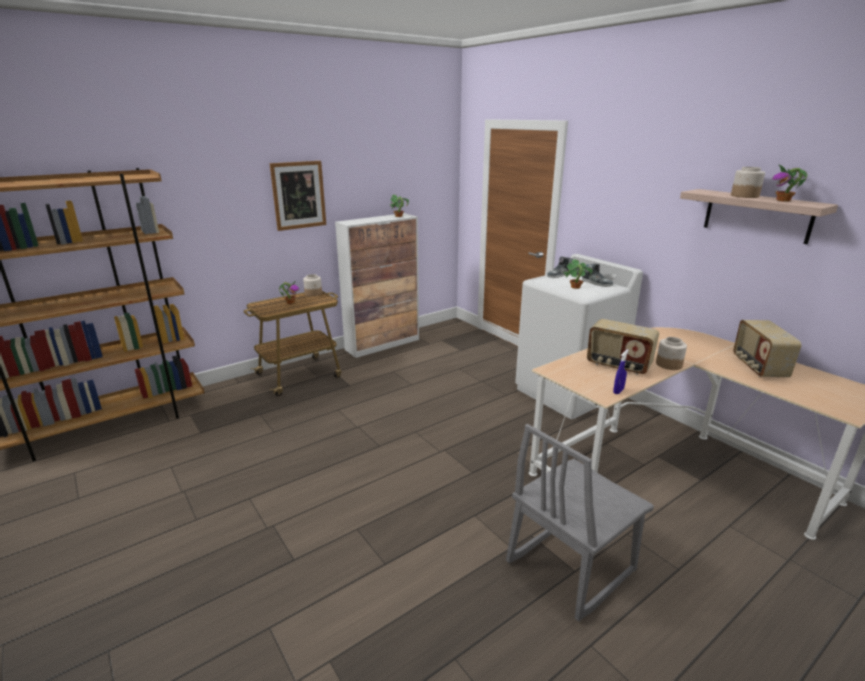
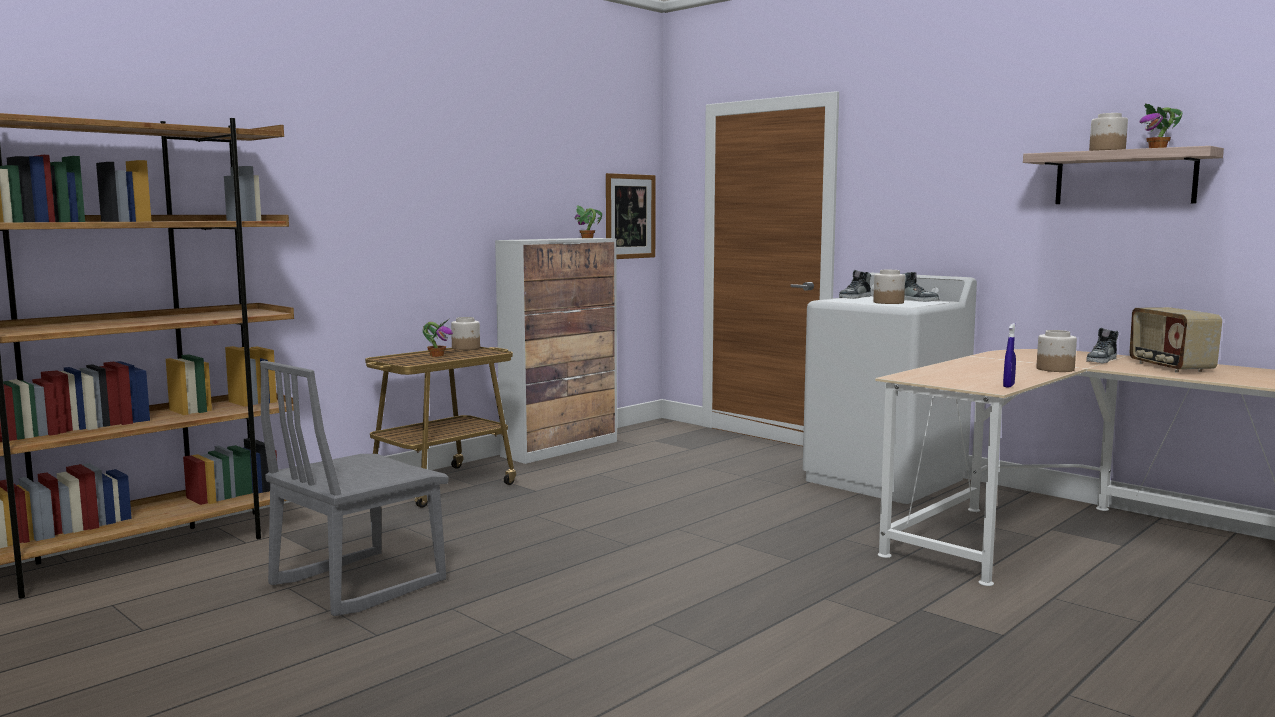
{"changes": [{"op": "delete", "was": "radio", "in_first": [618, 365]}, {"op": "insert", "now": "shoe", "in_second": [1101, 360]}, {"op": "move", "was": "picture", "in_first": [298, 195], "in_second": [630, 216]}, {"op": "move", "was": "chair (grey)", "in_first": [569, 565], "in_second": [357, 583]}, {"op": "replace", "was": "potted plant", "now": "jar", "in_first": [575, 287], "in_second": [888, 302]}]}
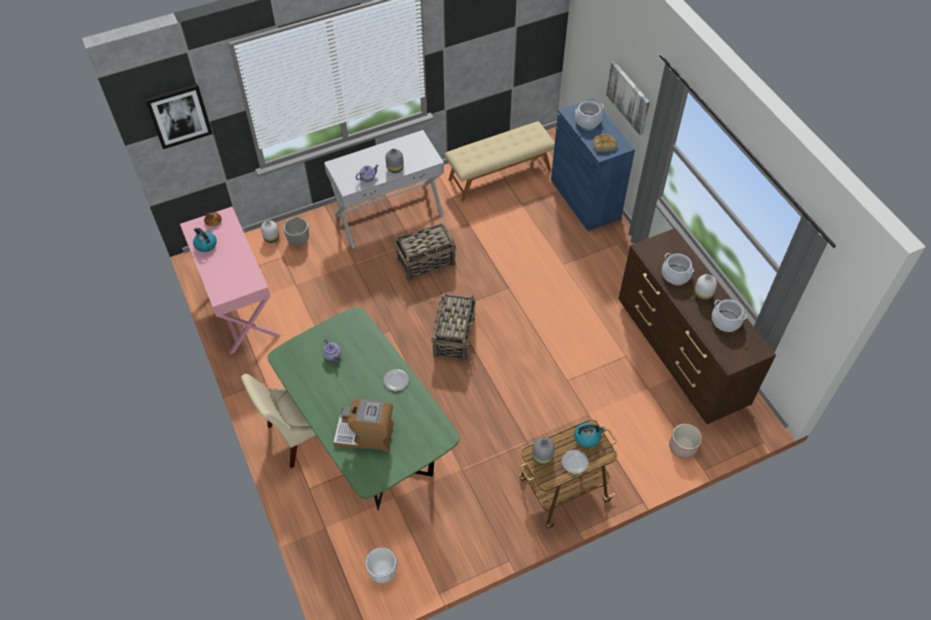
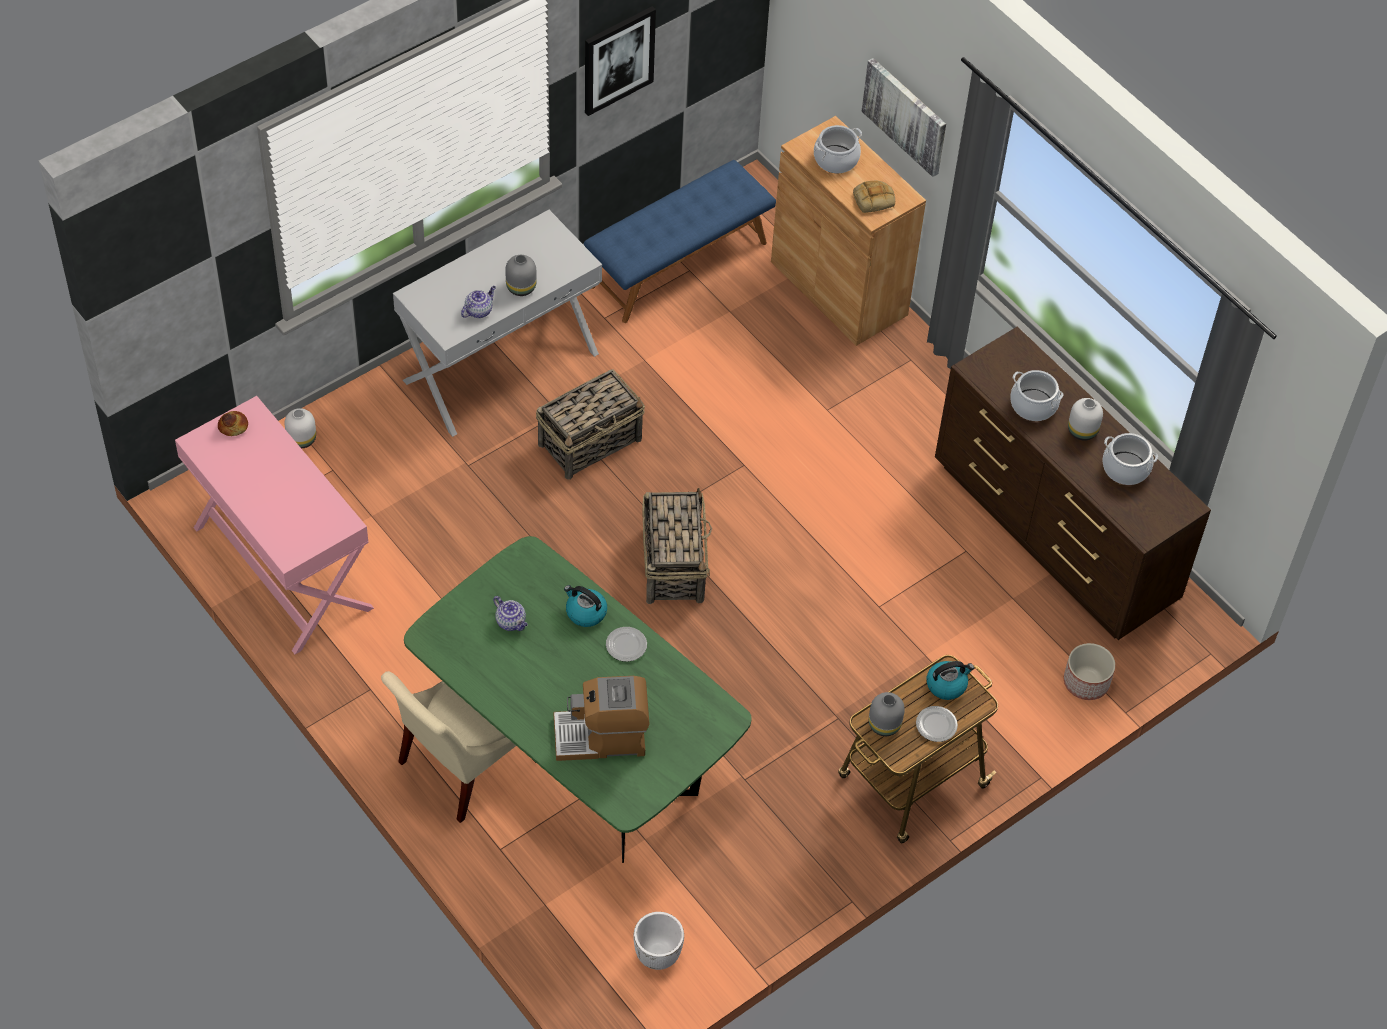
{"changes": [{"op": "delete", "was": "planter (grey)", "in_first": [298, 241]}, {"op": "move", "was": "picture", "in_first": [179, 116], "in_second": [618, 59]}, {"op": "move", "was": "kettle", "in_first": [205, 244], "in_second": [585, 612]}, {"op": "recolor", "was": "bench (beige)", "now": "bench (blue)", "in_first": [499, 174], "in_second": [678, 263]}, {"op": "recolor", "was": "cabinet (blue)", "now": "cabinet (brown)", "in_first": [585, 199], "in_second": [839, 288]}]}
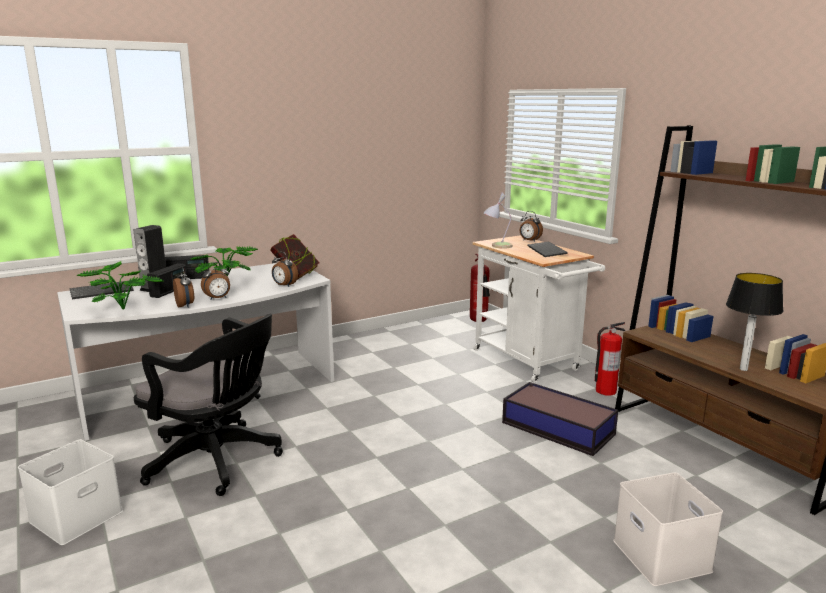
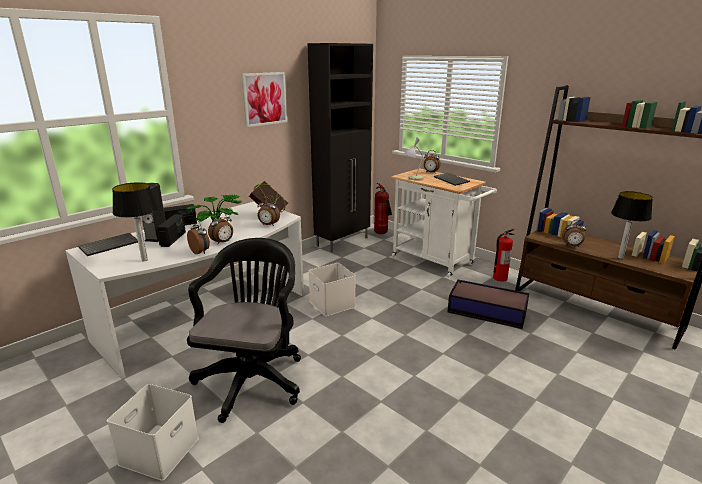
{"changes": [{"op": "insert", "now": "picture", "in_second": [264, 99]}, {"op": "insert", "now": "cabinet (black)", "in_second": [343, 242]}, {"op": "insert", "now": "alarm clock", "in_second": [572, 246]}, {"op": "move", "was": "storage box (white)", "in_first": [663, 556], "in_second": [333, 304]}, {"op": "replace", "was": "potted plant", "now": "table lamp", "in_first": [123, 308], "in_second": [145, 260]}, {"op": "rotate", "was": "office chair (black)", "in_first": [218, 461], "in_second": [253, 378], "clockwise": -90}]}
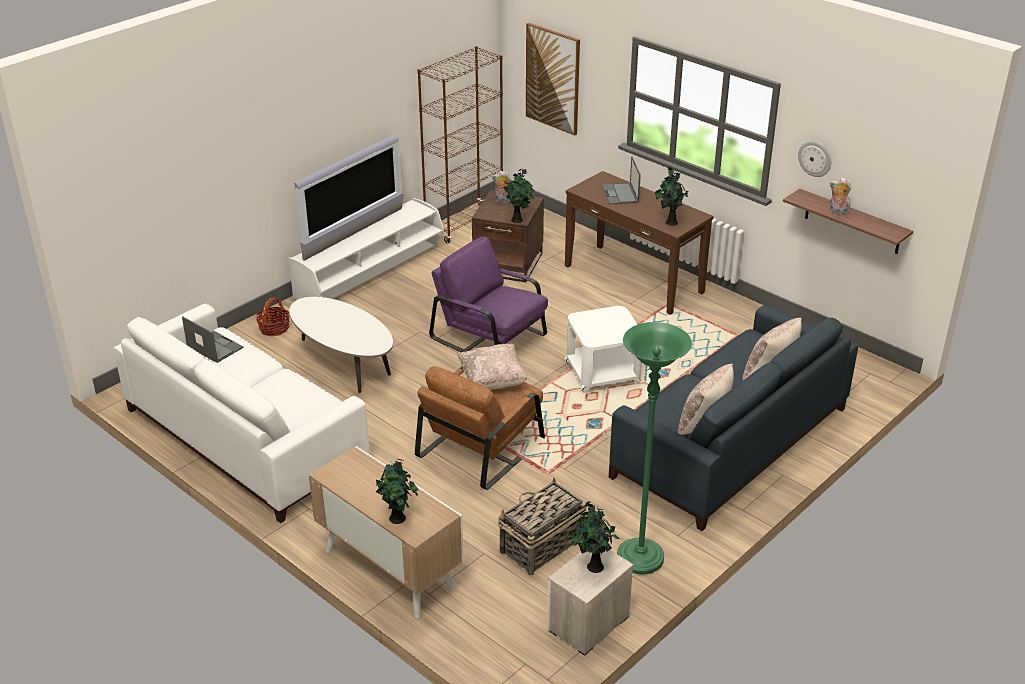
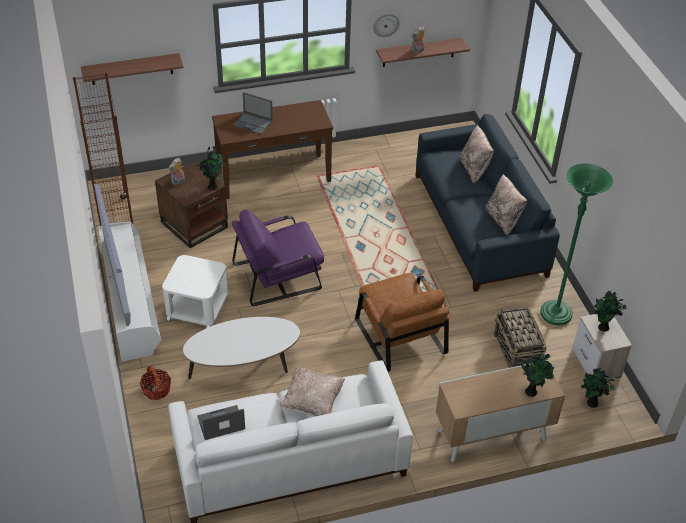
{"changes": [{"op": "move", "was": "pillow (beige)", "in_first": [492, 381], "in_second": [312, 401]}, {"op": "move", "was": "side table (white)", "in_first": [603, 372], "in_second": [197, 308]}, {"op": "move", "was": "potted plant", "in_first": [670, 222], "in_second": [591, 403]}, {"op": "replace", "was": "picture", "now": "shelf", "in_first": [553, 78], "in_second": [131, 69]}]}
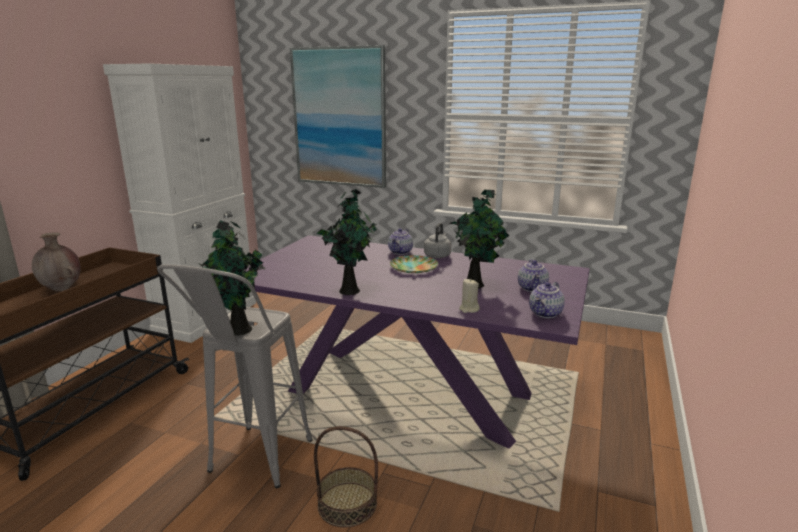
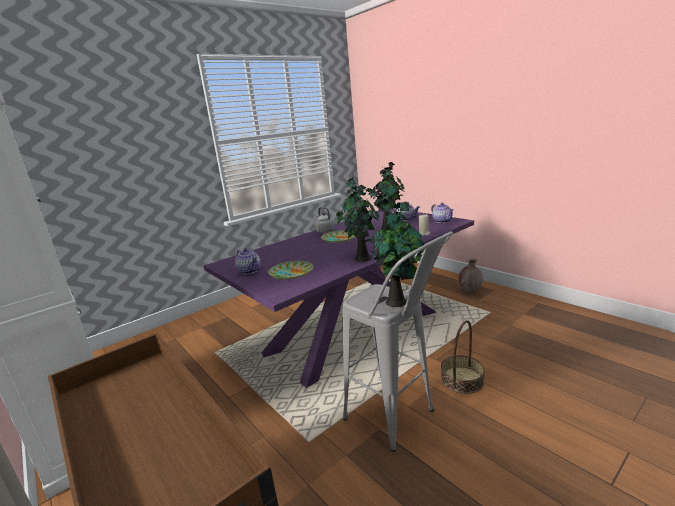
{"changes": [{"op": "delete", "was": "picture", "in_first": [339, 118]}, {"op": "insert", "now": "plate", "in_second": [291, 273]}, {"op": "move", "was": "vase (brown)", "in_first": [62, 289], "in_second": [470, 290]}, {"op": "move", "was": "teapot", "in_first": [401, 252], "in_second": [250, 271]}]}
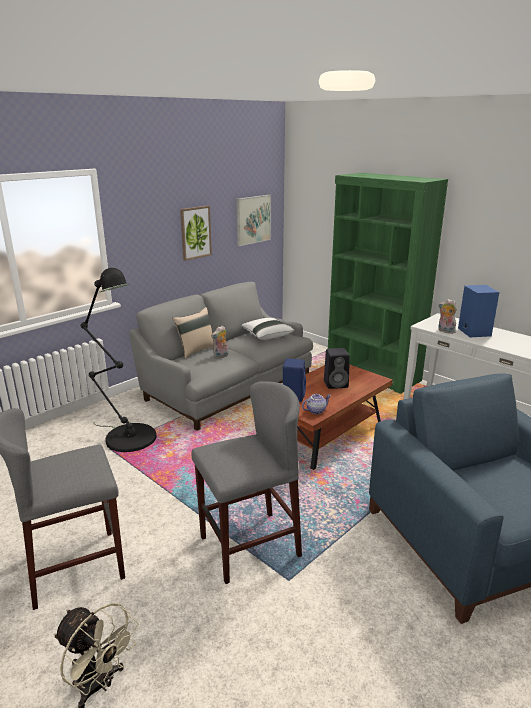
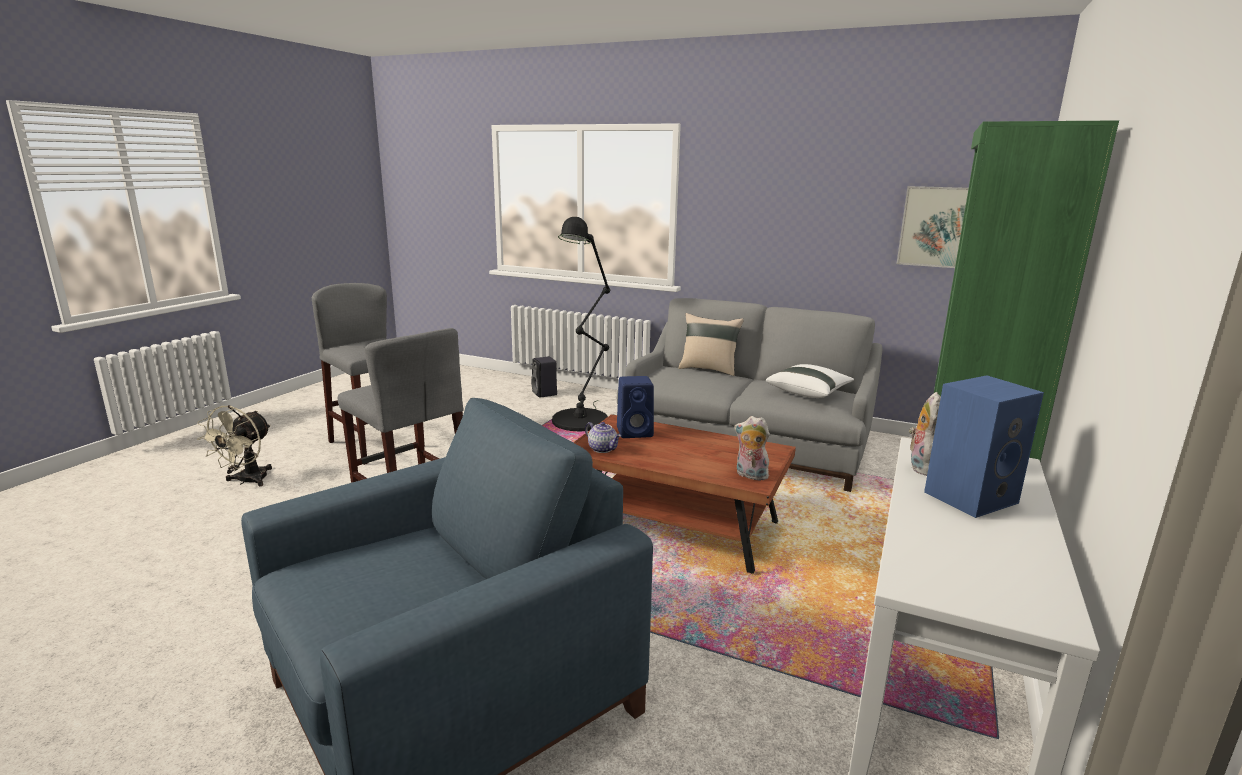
{"changes": [{"op": "delete", "was": "picture", "in_first": [195, 232]}, {"op": "move", "was": "plush toy", "in_first": [221, 356], "in_second": [750, 475]}, {"op": "move", "was": "speaker (black)", "in_first": [336, 384], "in_second": [545, 393]}]}
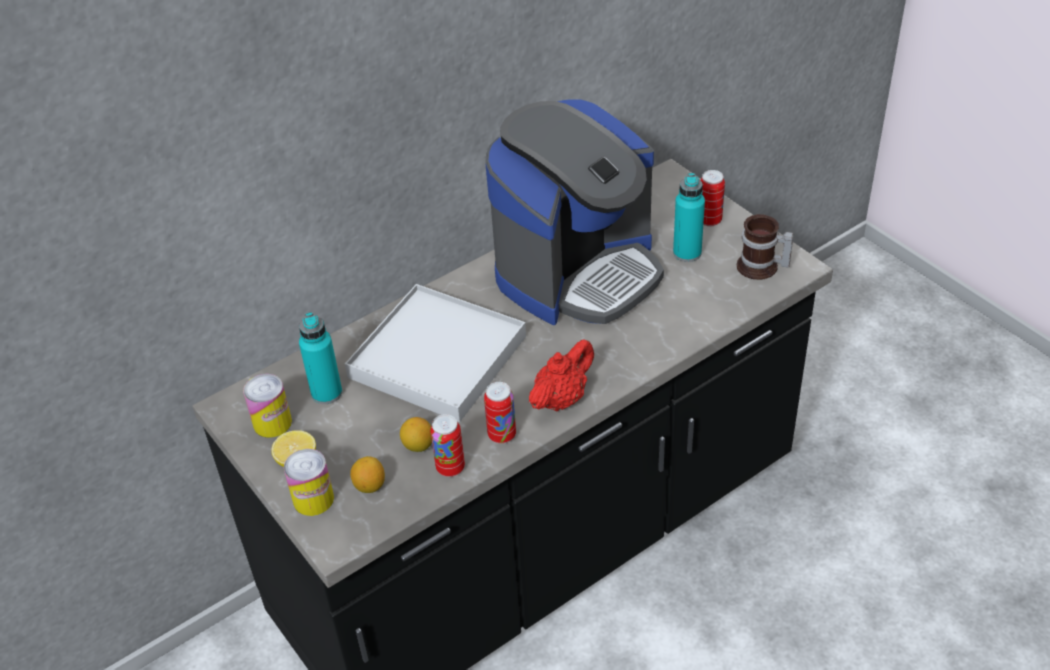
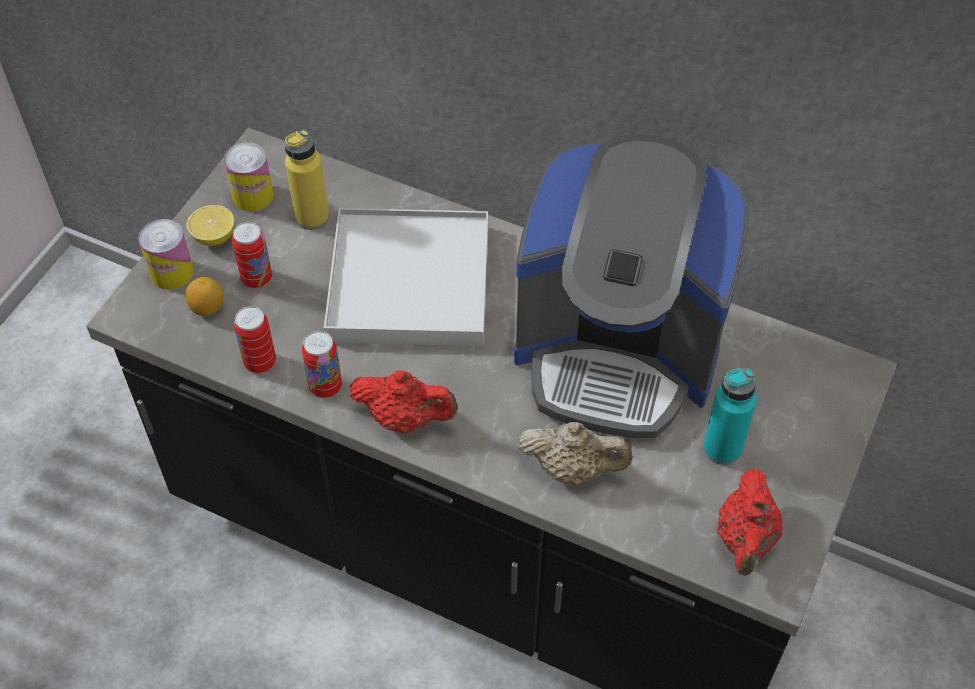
{"changes": [{"op": "delete", "was": "lemon", "in_first": [418, 446]}, {"op": "insert", "now": "teapot (beige)", "in_second": [573, 469]}, {"op": "move", "was": "can", "in_first": [709, 220], "in_second": [257, 278]}, {"op": "replace", "was": "mug", "now": "teapot (red)", "in_first": [761, 268], "in_second": [745, 540]}, {"op": "recolor", "was": "bottle (turquoise)", "now": "bottle (yellow)", "in_first": [326, 393], "in_second": [312, 217]}]}
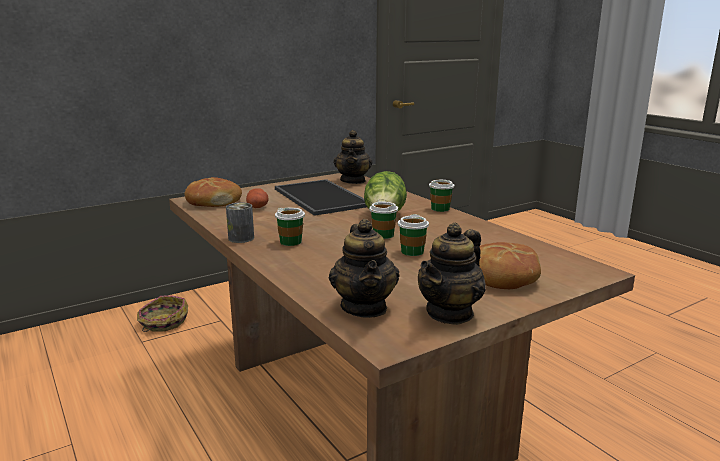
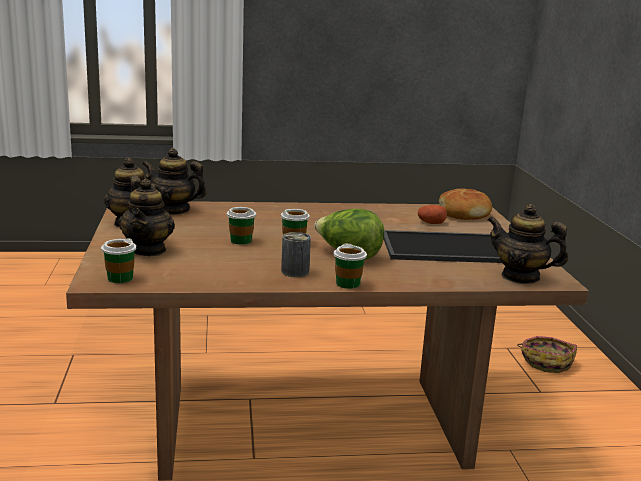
{"changes": [{"op": "move", "was": "can", "in_first": [241, 238], "in_second": [295, 271]}, {"op": "move", "was": "cup", "in_first": [291, 242], "in_second": [120, 278]}, {"op": "replace", "was": "bread", "now": "teapot", "in_first": [502, 277], "in_second": [148, 250]}]}
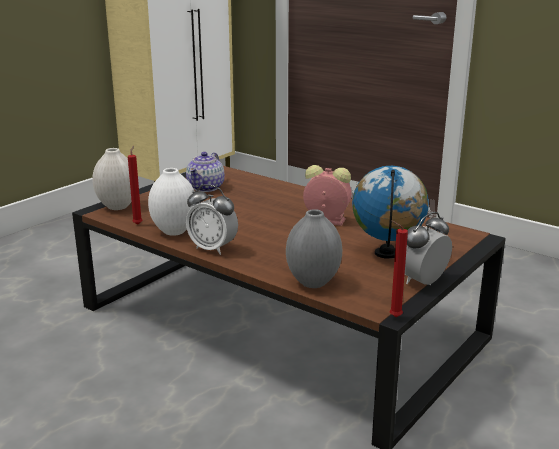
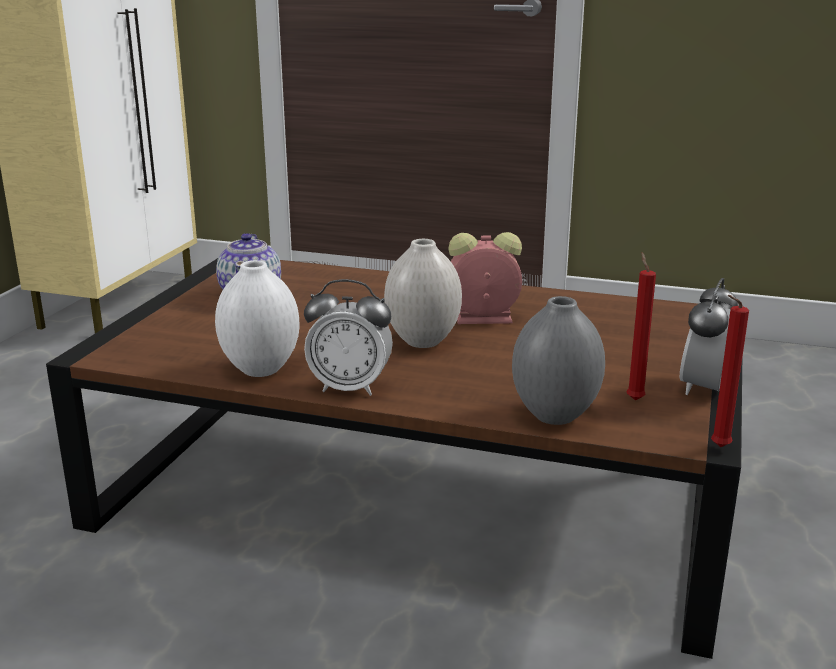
{"changes": [{"op": "delete", "was": "globe", "in_first": [387, 254]}, {"op": "move", "was": "vase (white)", "in_first": [118, 207], "in_second": [424, 342]}, {"op": "move", "was": "candle (red)", "in_first": [138, 224], "in_second": [634, 399]}]}
